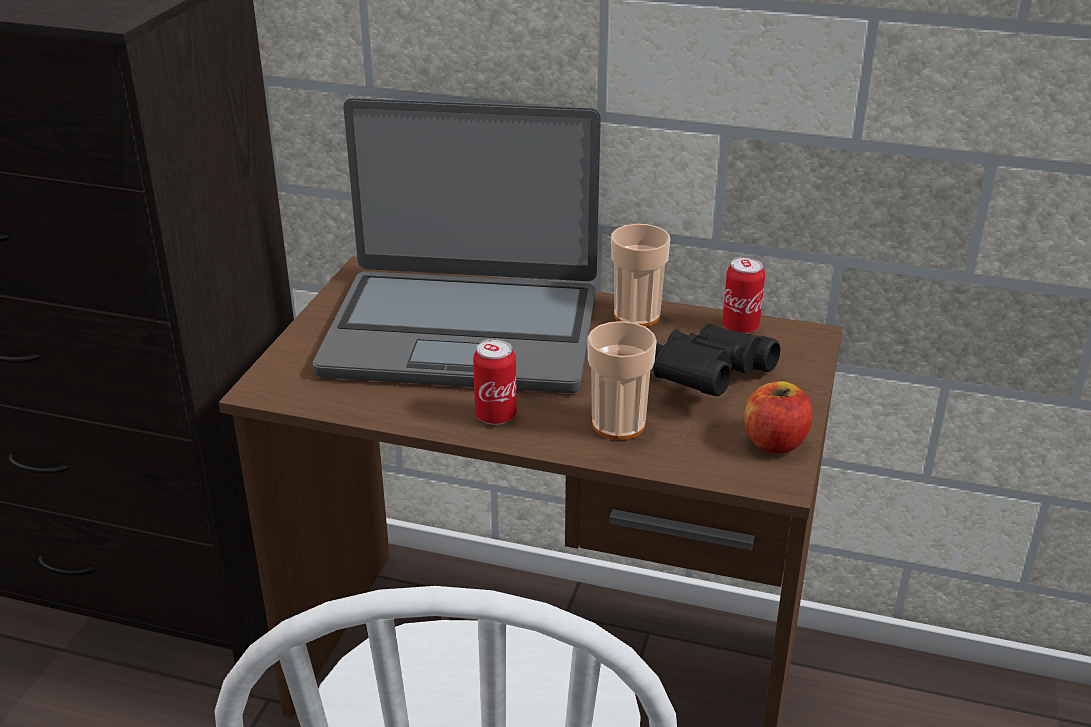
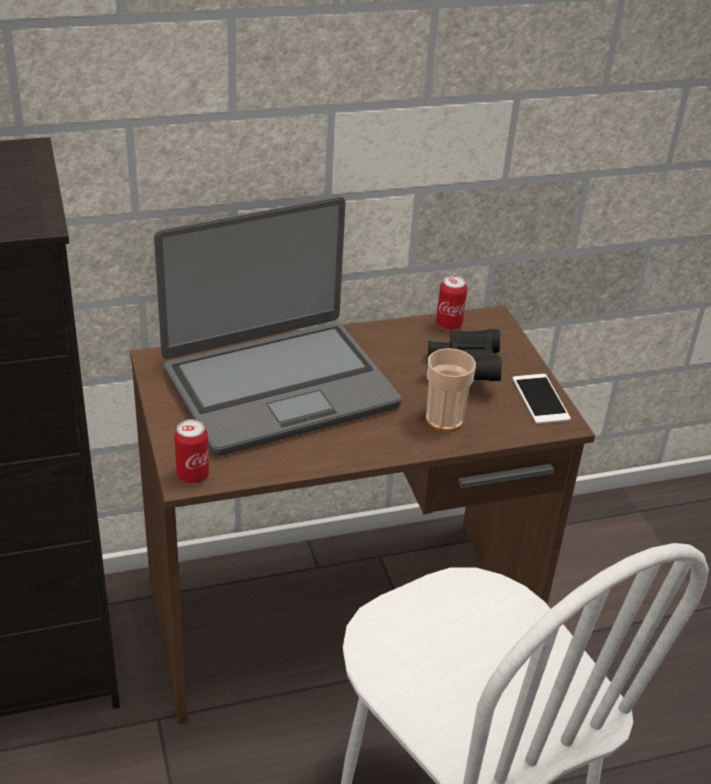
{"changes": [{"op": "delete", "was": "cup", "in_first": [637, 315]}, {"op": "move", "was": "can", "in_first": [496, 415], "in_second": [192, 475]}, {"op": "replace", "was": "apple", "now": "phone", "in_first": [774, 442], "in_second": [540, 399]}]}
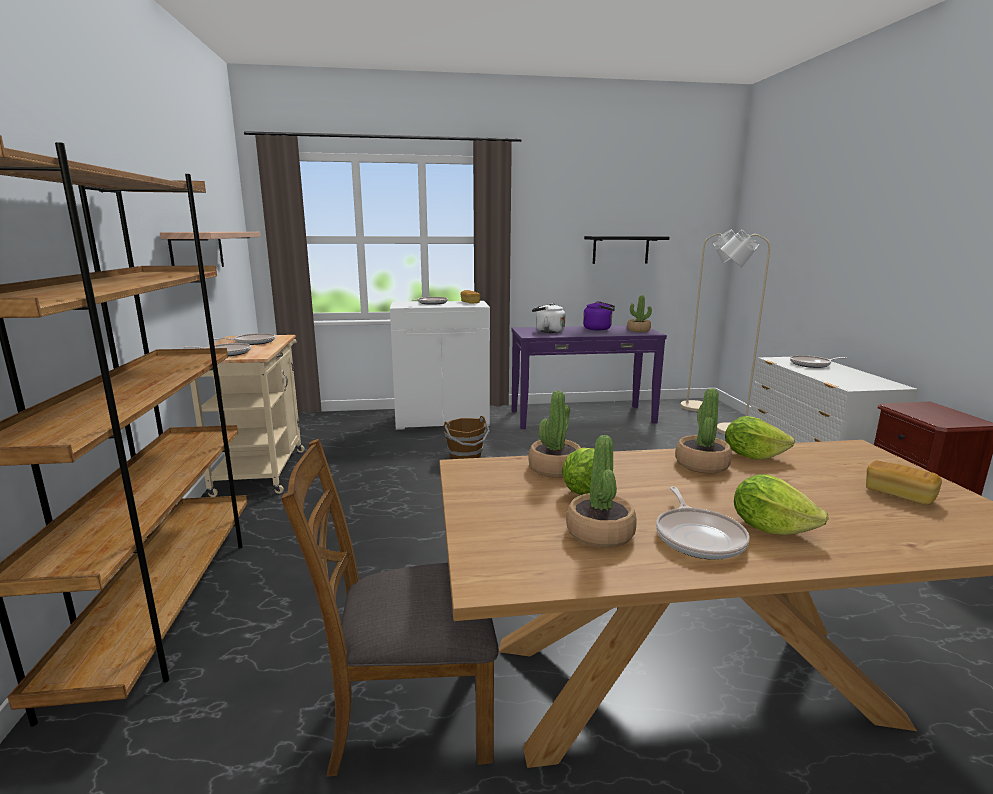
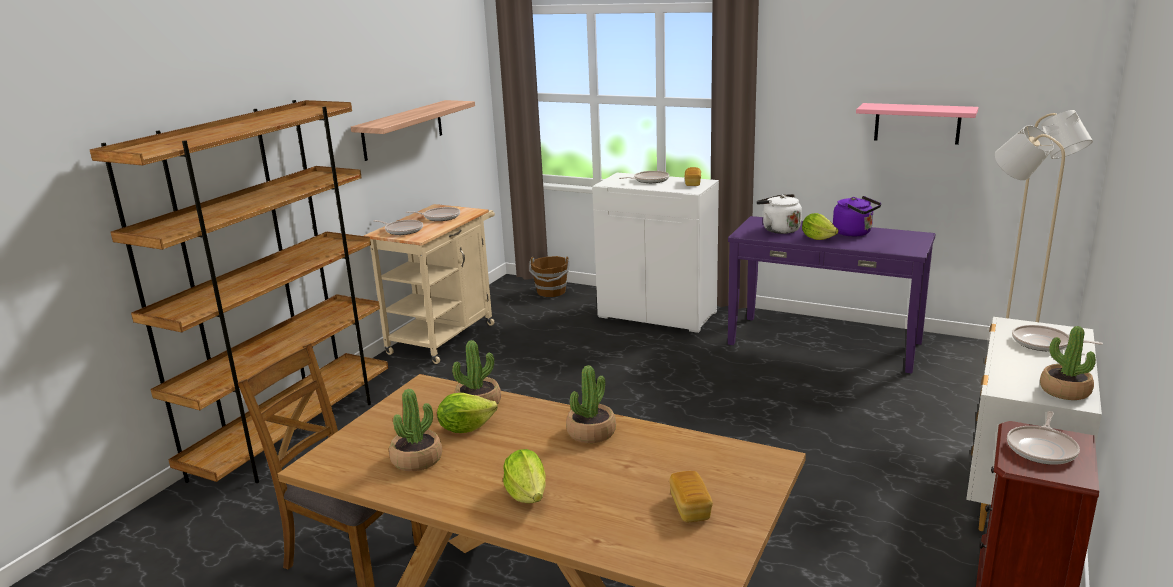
{"changes": [{"op": "move", "was": "bucket (brown)", "in_first": [466, 457], "in_second": [551, 292]}, {"op": "move", "was": "potted plant", "in_first": [638, 330], "in_second": [1064, 391]}, {"op": "move", "was": "frying pan", "in_first": [698, 537], "in_second": [1042, 448]}, {"op": "move", "was": "lettuce", "in_first": [752, 456], "in_second": [818, 238]}, {"op": "recolor", "was": "shelf (black)", "now": "shelf (pink)", "in_first": [620, 249], "in_second": [917, 123]}]}
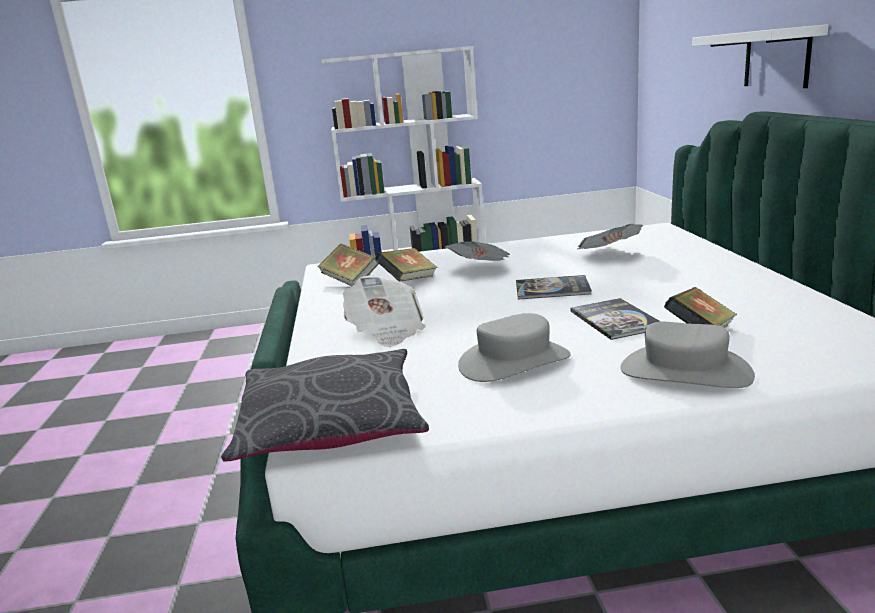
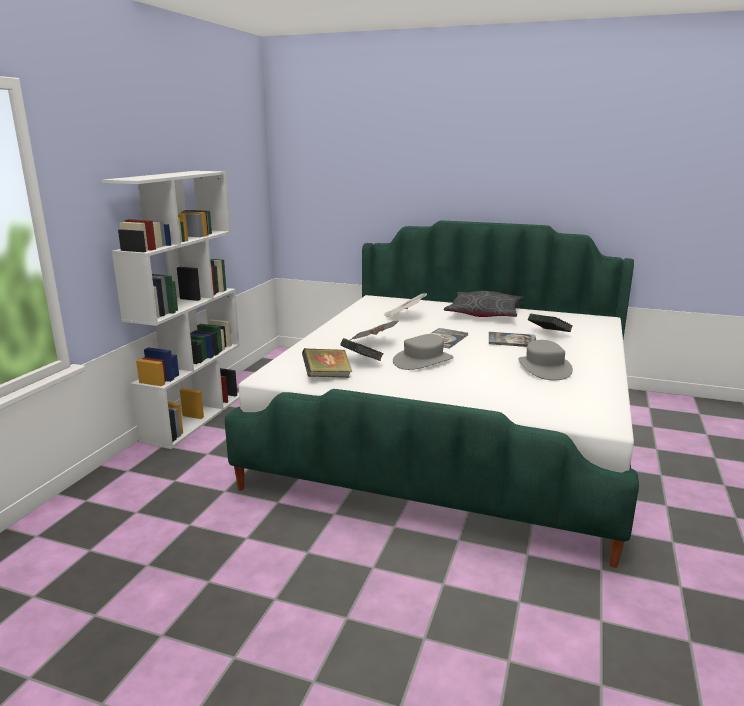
{"changes": [{"op": "delete", "was": "newspaper", "in_first": [386, 331]}, {"op": "delete", "was": "shelf (white)", "in_first": [776, 58]}, {"op": "move", "was": "pillow (grey)", "in_first": [331, 422], "in_second": [484, 313]}, {"op": "move", "was": "hat (grey)", "in_first": [685, 372], "in_second": [423, 361]}]}
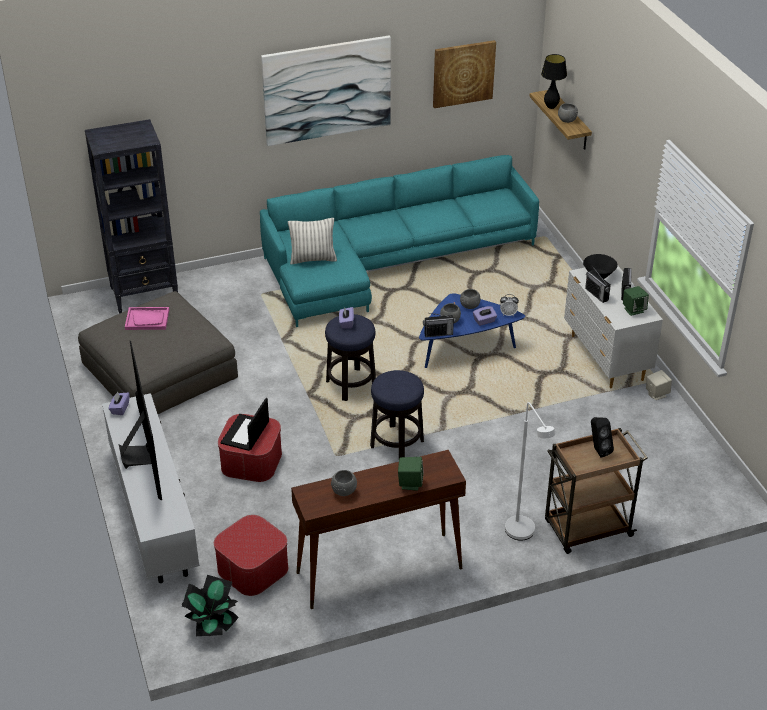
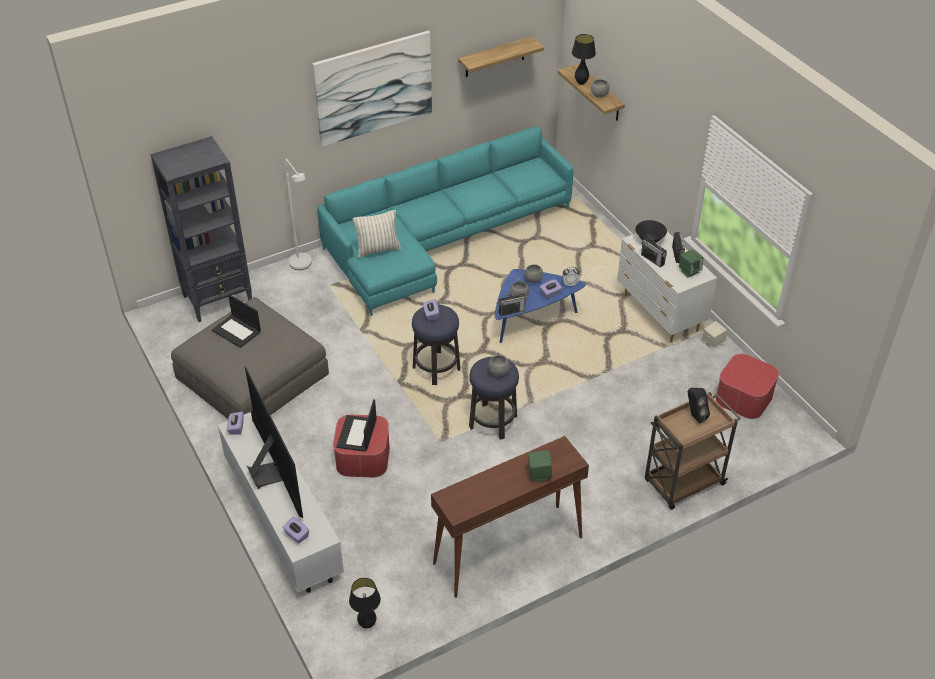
{"changes": [{"op": "insert", "now": "tissue box (purple)", "in_second": [296, 535]}, {"op": "move", "was": "ottoman", "in_first": [252, 568], "in_second": [744, 397]}, {"op": "move", "was": "bowl (grey)", "in_first": [344, 491], "in_second": [499, 372]}, {"op": "move", "was": "floor lamp (white)", "in_first": [523, 535], "in_second": [303, 266]}, {"op": "replace", "was": "tray (pink)", "now": "laptop", "in_first": [147, 319], "in_second": [237, 331]}, {"op": "replace", "was": "potted plant", "now": "table lamp (black)", "in_first": [212, 622], "in_second": [367, 624]}, {"op": "replace", "was": "picture", "now": "shelf", "in_first": [463, 73], "in_second": [495, 57]}]}
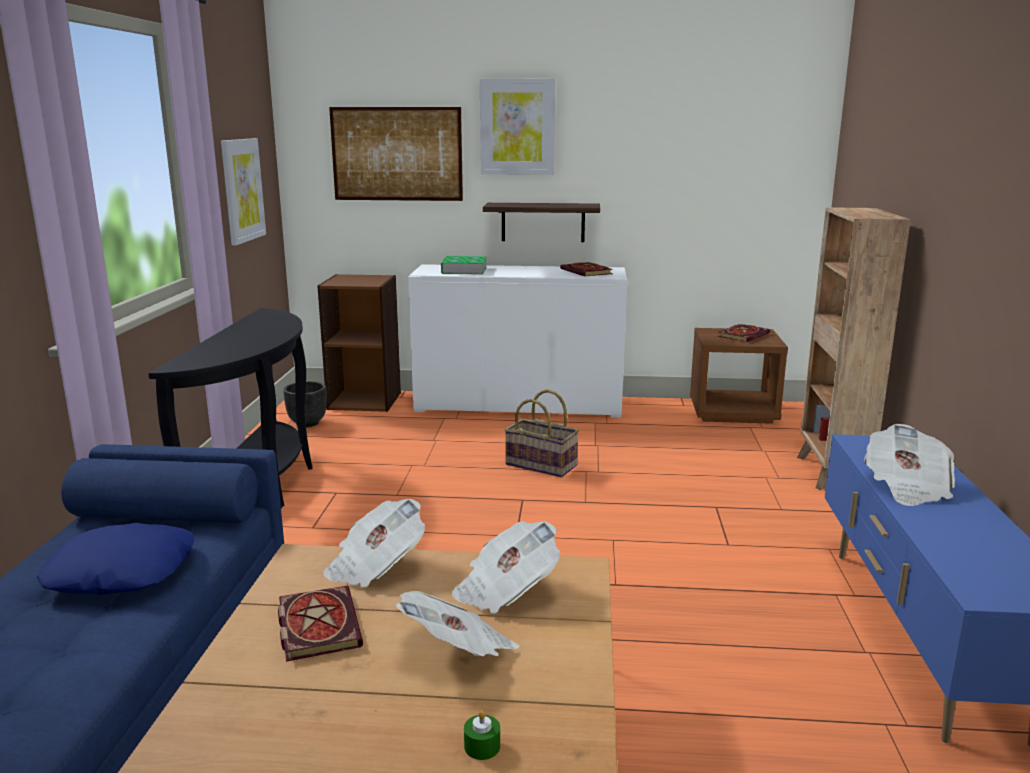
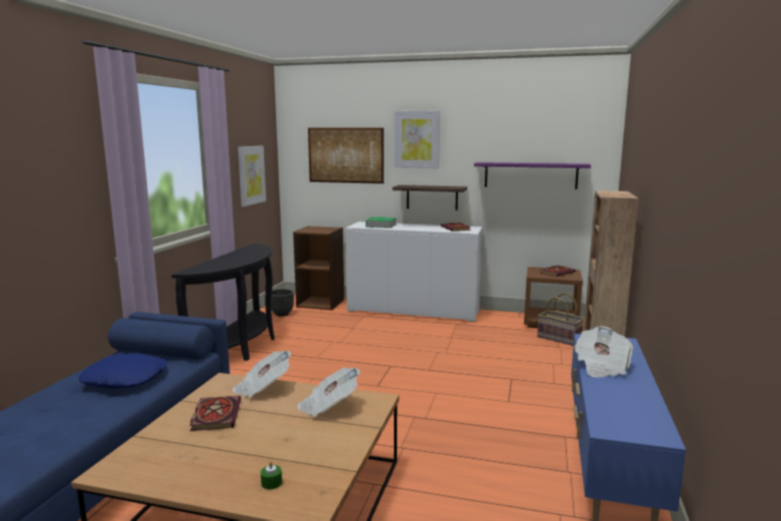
{"changes": [{"op": "delete", "was": "newspaper", "in_first": [459, 652]}, {"op": "insert", "now": "shelf (purple)", "in_second": [530, 175]}, {"op": "move", "was": "basket", "in_first": [542, 465], "in_second": [559, 338]}]}
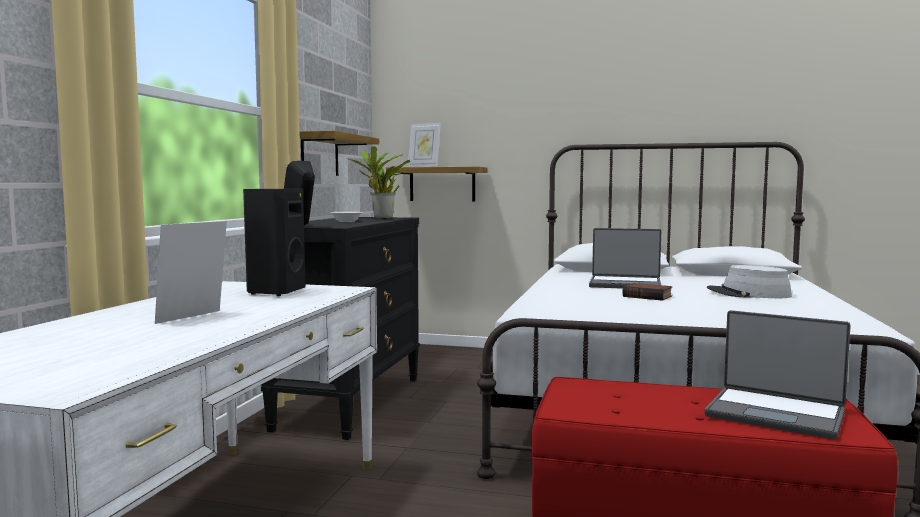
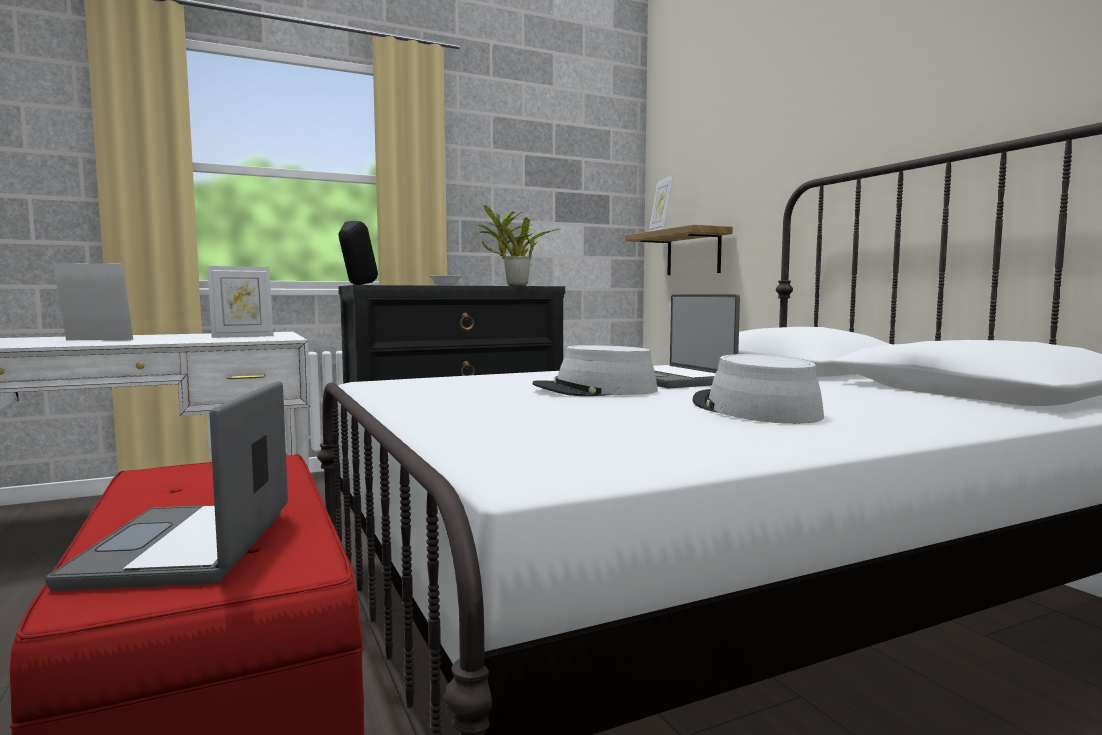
{"changes": [{"op": "delete", "was": "shelf", "in_first": [319, 155]}, {"op": "replace", "was": "speaker (black)", "now": "picture frame", "in_first": [274, 292], "in_second": [242, 336]}, {"op": "replace", "was": "book", "now": "hat (grey)", "in_first": [648, 296], "in_second": [595, 390]}]}
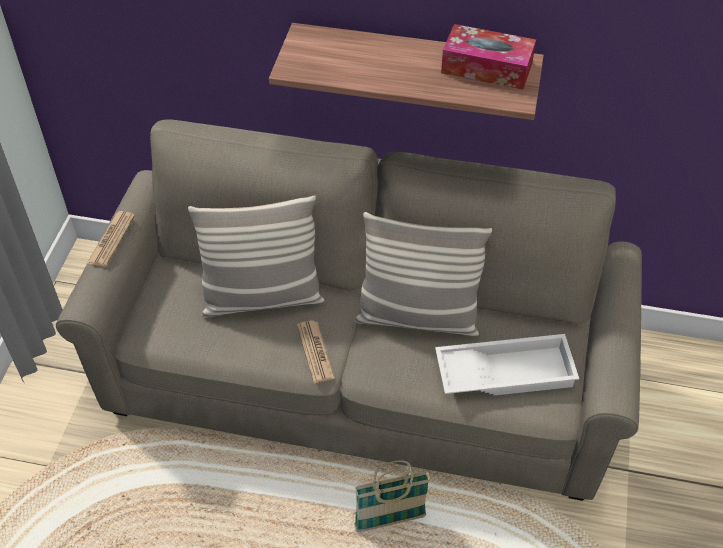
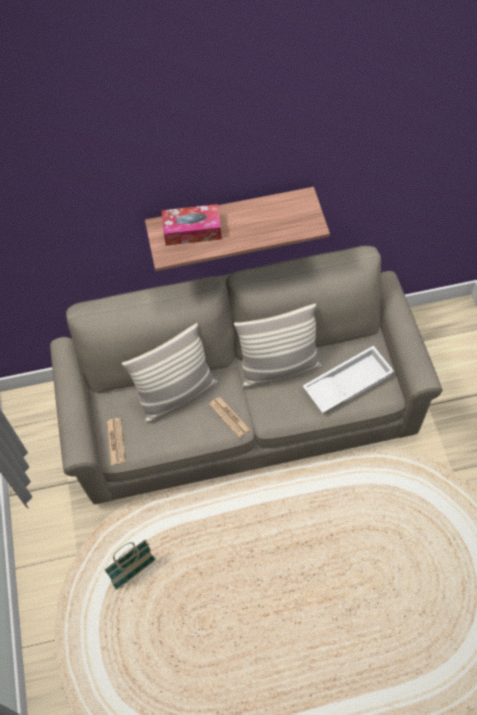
{"changes": [{"op": "move", "was": "newspaper", "in_first": [111, 239], "in_second": [116, 441]}, {"op": "move", "was": "basket", "in_first": [390, 521], "in_second": [134, 573]}, {"op": "move", "was": "tissue box", "in_first": [486, 68], "in_second": [192, 231]}]}
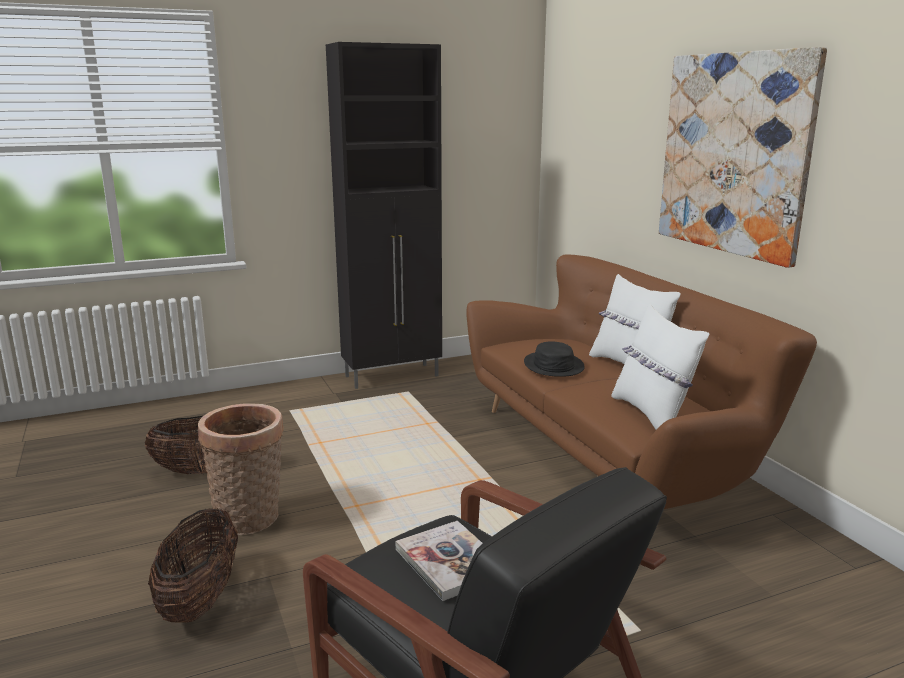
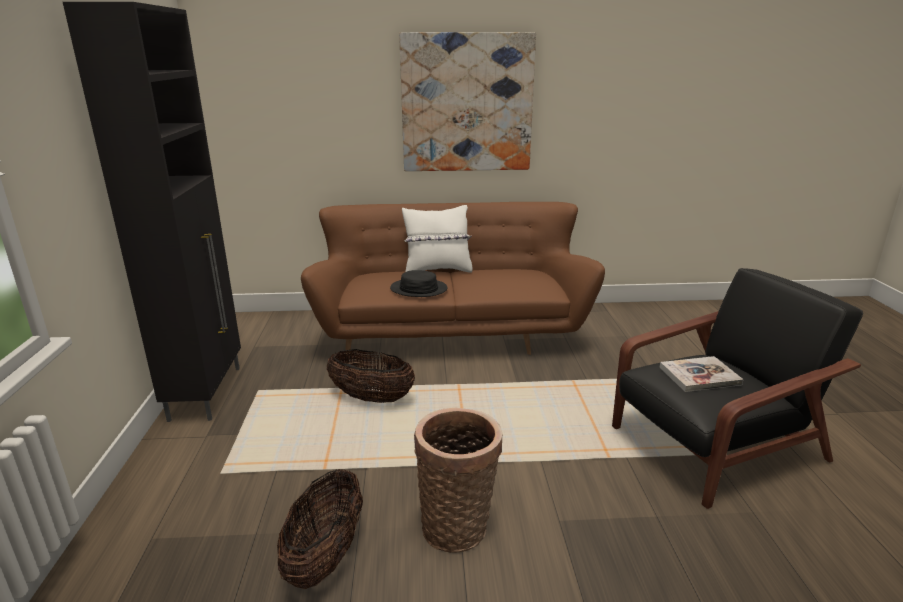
{"changes": [{"op": "delete", "was": "pillow (white)", "in_first": [652, 415]}, {"op": "move", "was": "basket", "in_first": [200, 599], "in_second": [371, 398]}]}
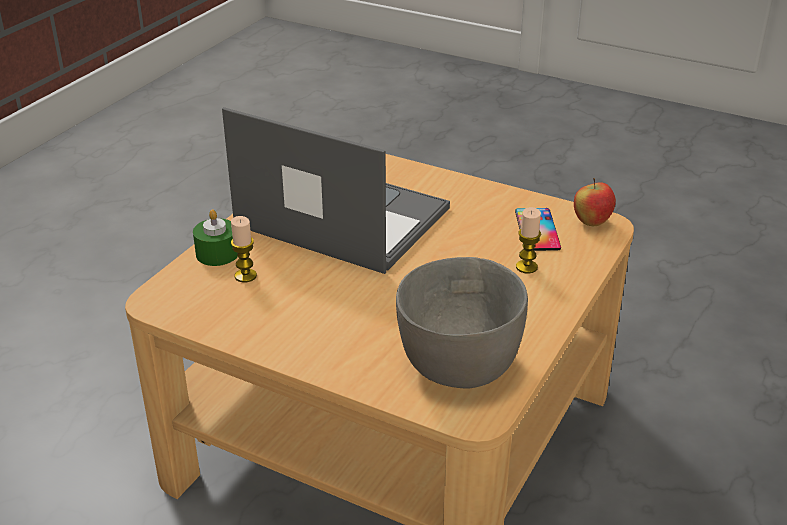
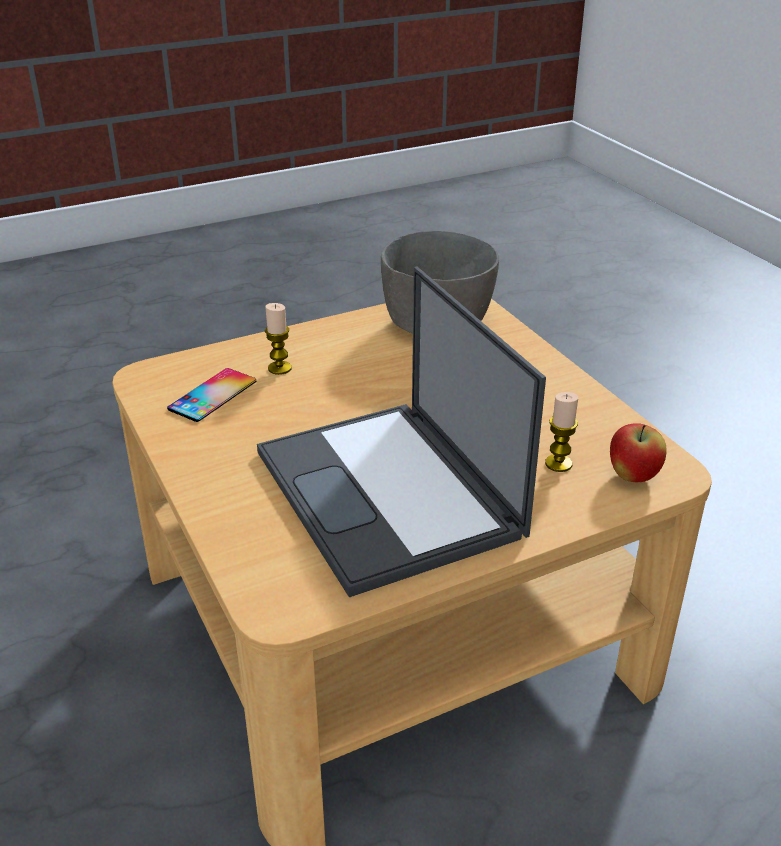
{"changes": [{"op": "delete", "was": "candle (green)", "in_first": [217, 253]}, {"op": "move", "was": "apple", "in_first": [591, 222], "in_second": [633, 477]}]}
